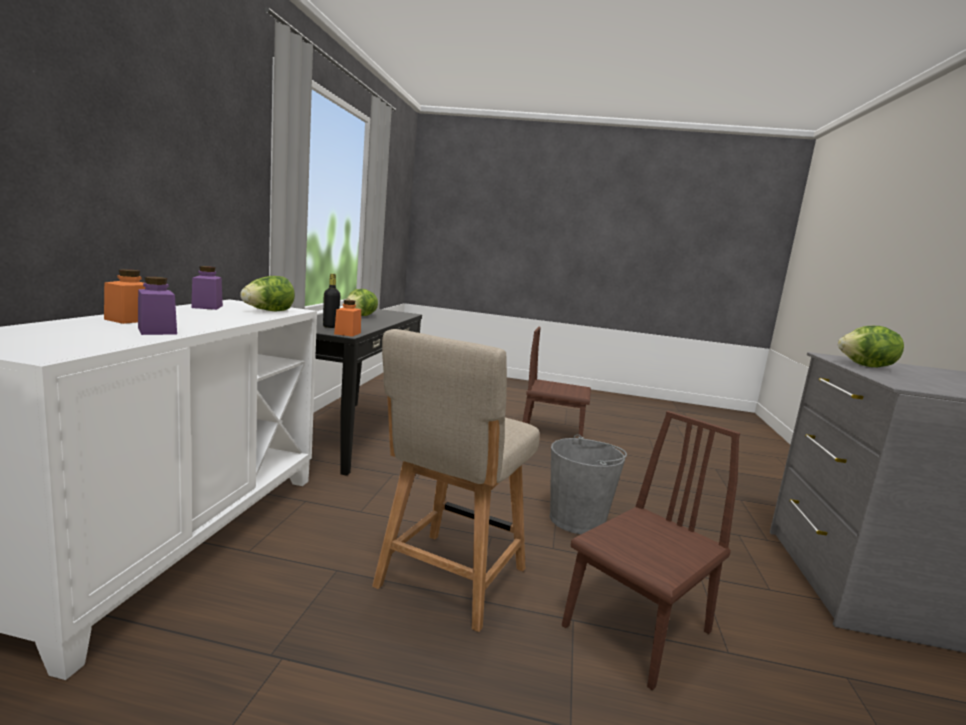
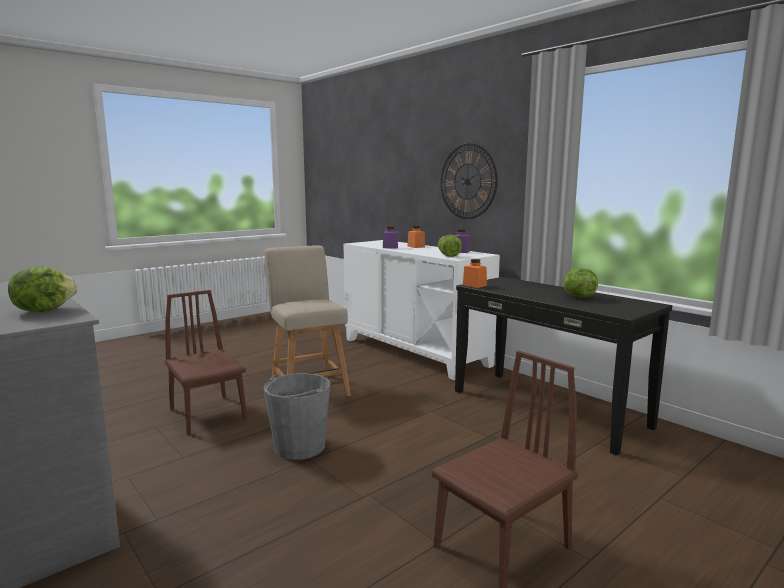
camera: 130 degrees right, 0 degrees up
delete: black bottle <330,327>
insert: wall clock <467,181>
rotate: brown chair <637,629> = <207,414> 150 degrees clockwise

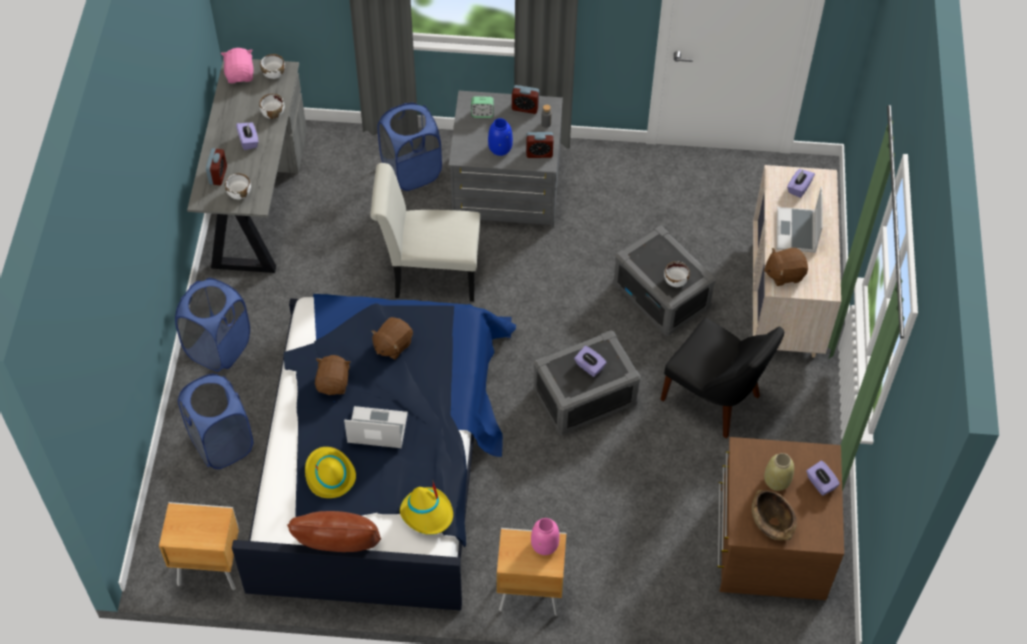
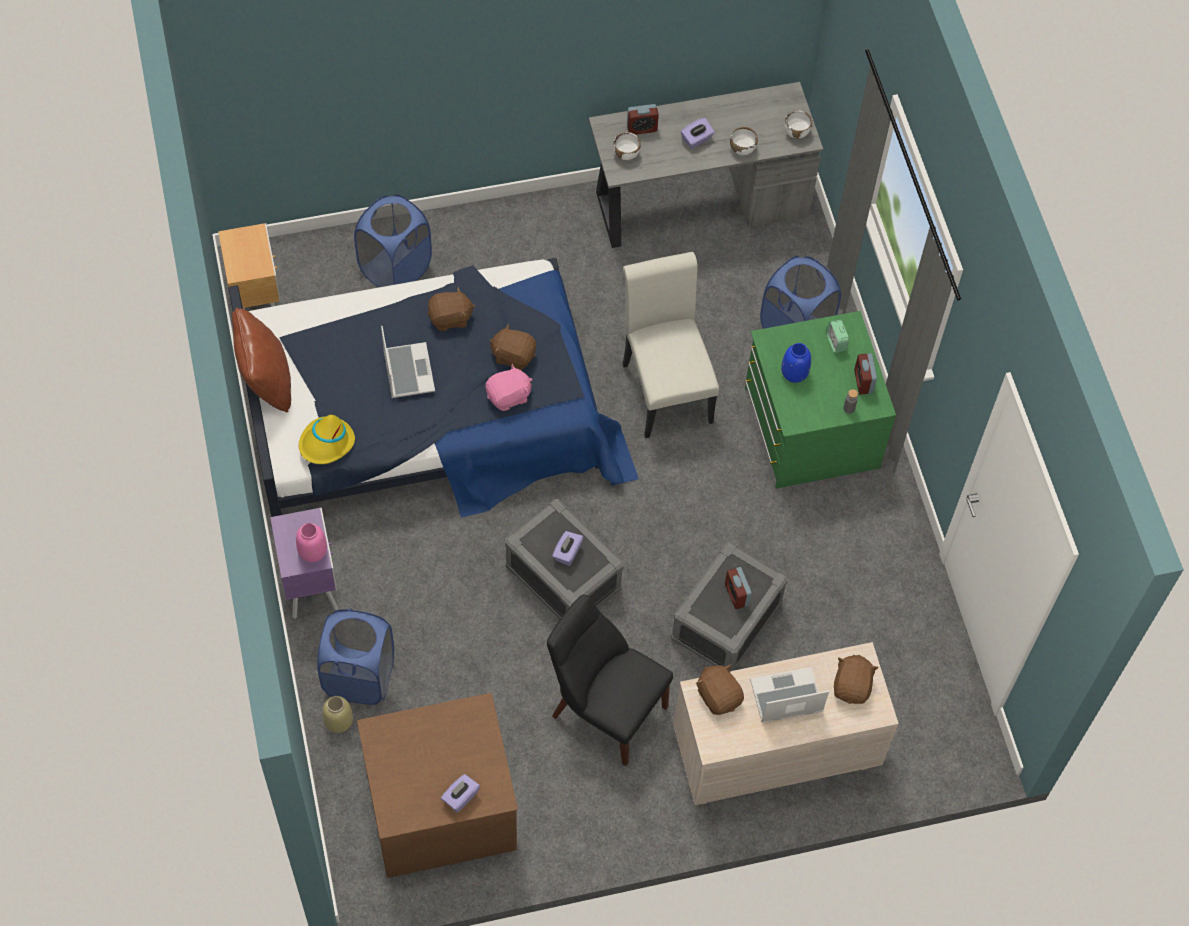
camera: 70 degrees right, 5 degrees up
delete: yellow hat <329,475>; white bowl <675,281>; brown bowl <772,521>
move: blue laundry basket <218,347> to <359,677>; pink plush toy <240,74> to <509,396>; alarm clock <539,153> to <736,595>; beige vase <777,481> to <339,722>
replace: purple tissue box <799,188> to brown plush toy <852,686>
recolor: grey dresser <506,190> to green dresser <809,428>; brown nightstand <528,593> to purple nightstand <311,585>
rotate: black chair <714,399> = <604,709> 105 degrees clockwise

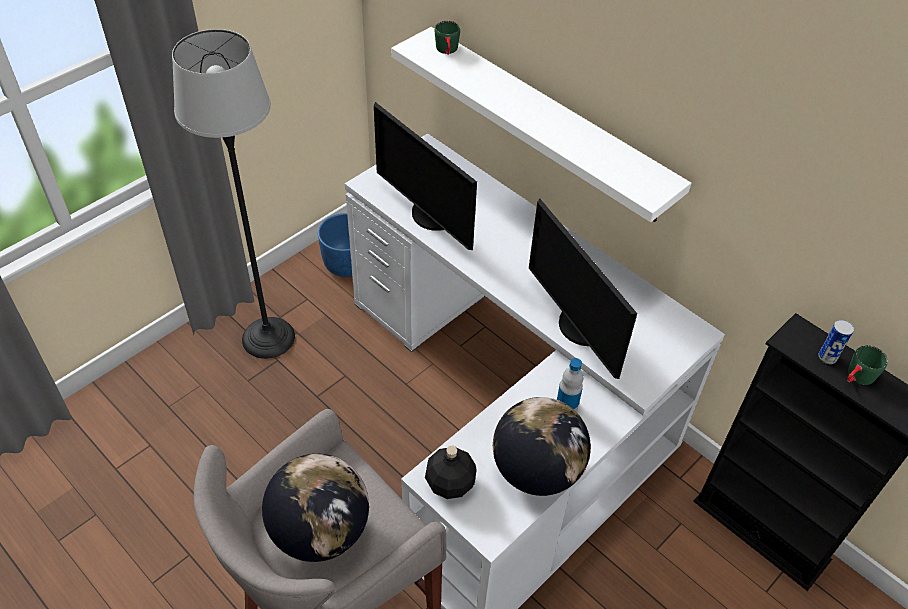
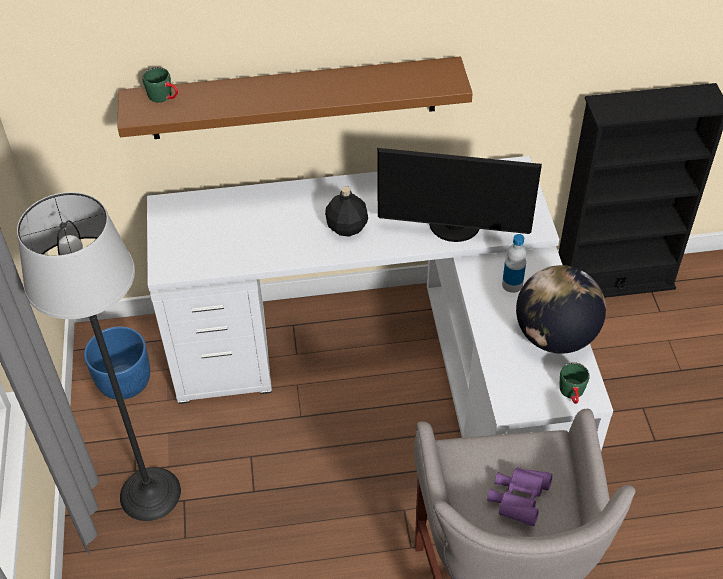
camera: 50 degrees left, 0 degrees up
delete: monitor <432,216>; can <827,357>
move: black bottle <449,483> to <346,227>; green mug <857,378> to <572,394>
replace: globe <320,531> to purple binoculars <518,500>
recolor: white shelf <547,124> to brown shelf <293,98>

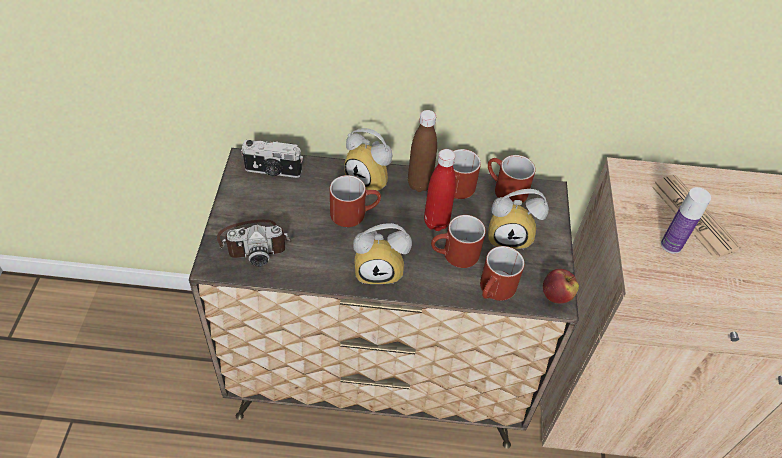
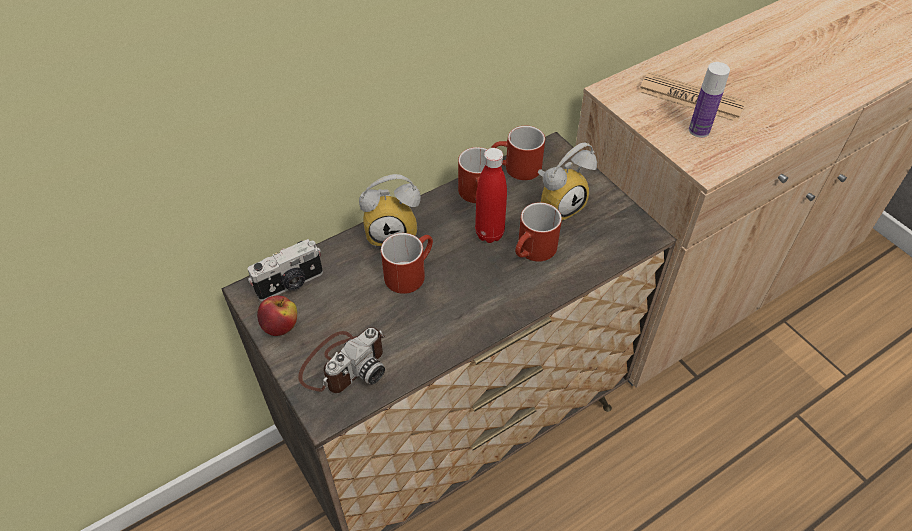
camera: 35 degrees left, 0 degrees up
delete: alarm clock <380,269>; brown bottle <419,184>; red mug <495,291>
move: apple <556,295> to <281,326>

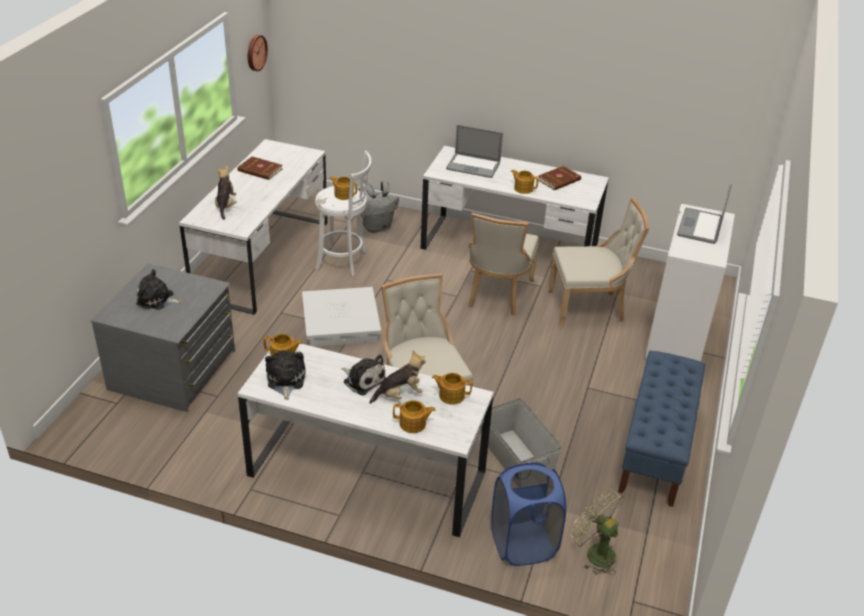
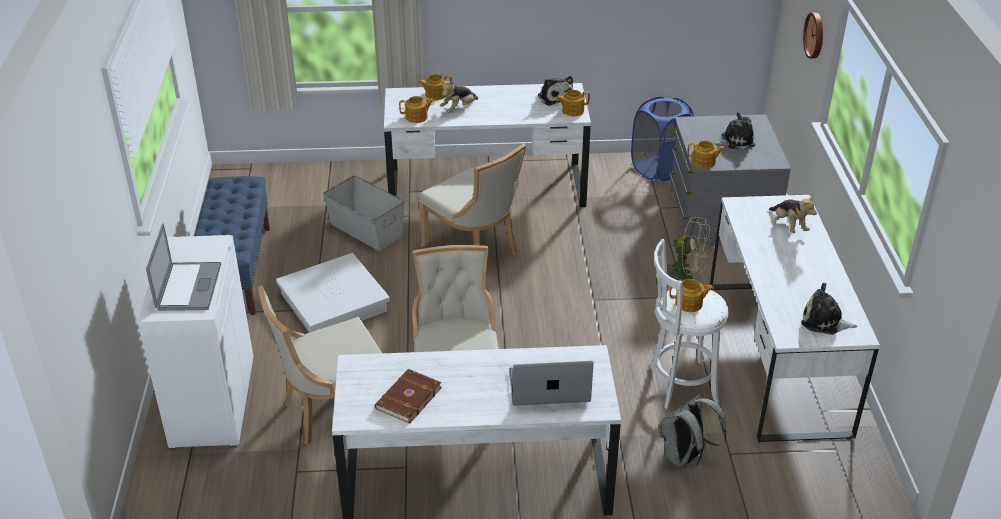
camera: 160 degrees right, 0 degrees up
delete: brown book <260,170>
move: wall clock <255,52> to <815,35>; white storage box <341,323> to <333,303>; plush toy <363,380> to <824,321>; blue laundry basket <523,544> to <659,169>; teapot <523,188> to <704,162>; green fan <594,552> to <686,277>

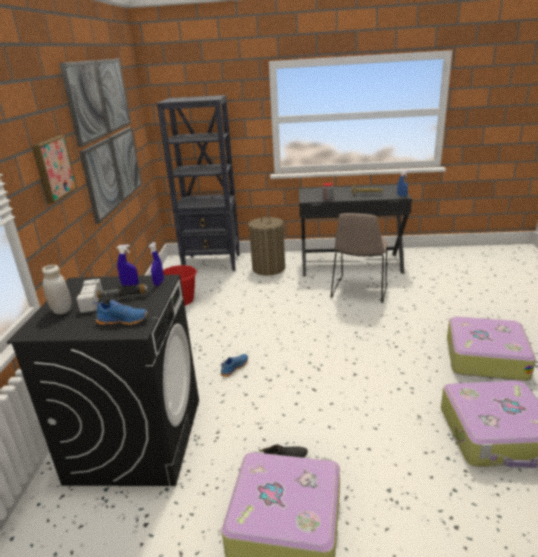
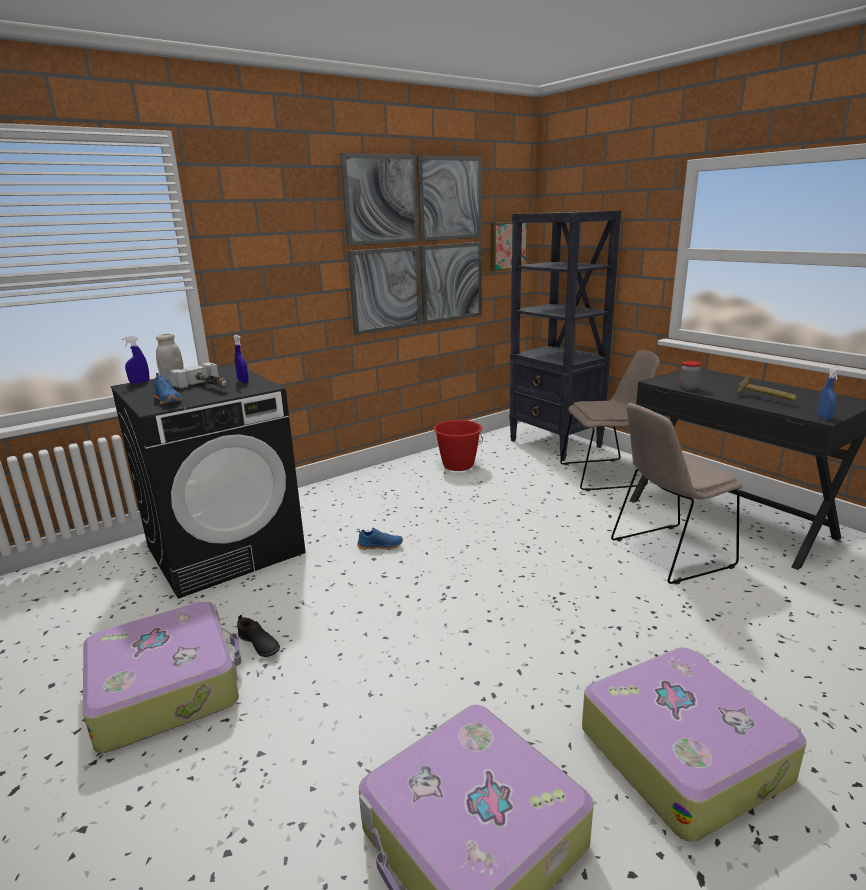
camera: 50 degrees right, 5 degrees down
move: picture <52,168> to <507,245>; blue spray bottle <159,283> to <139,382>
replace: laundry basket <268,268> to beige chair <605,474>

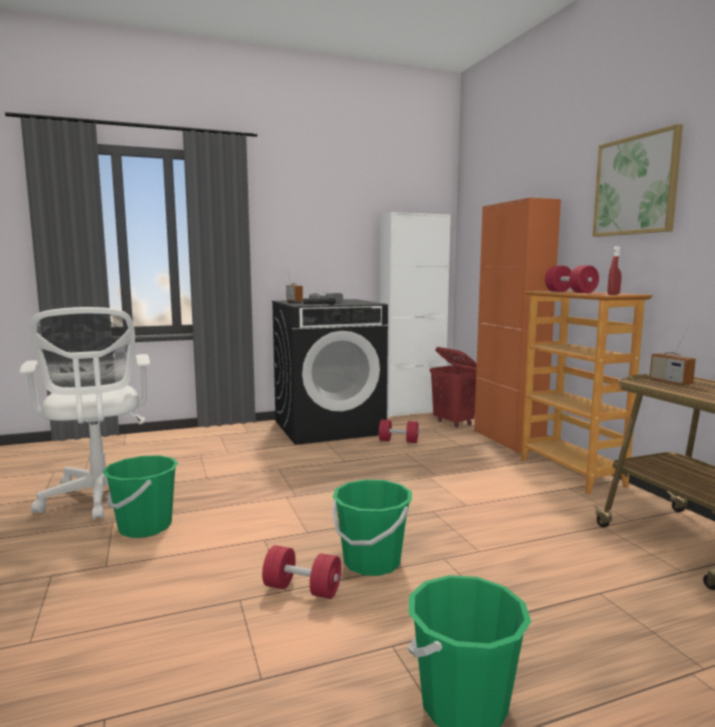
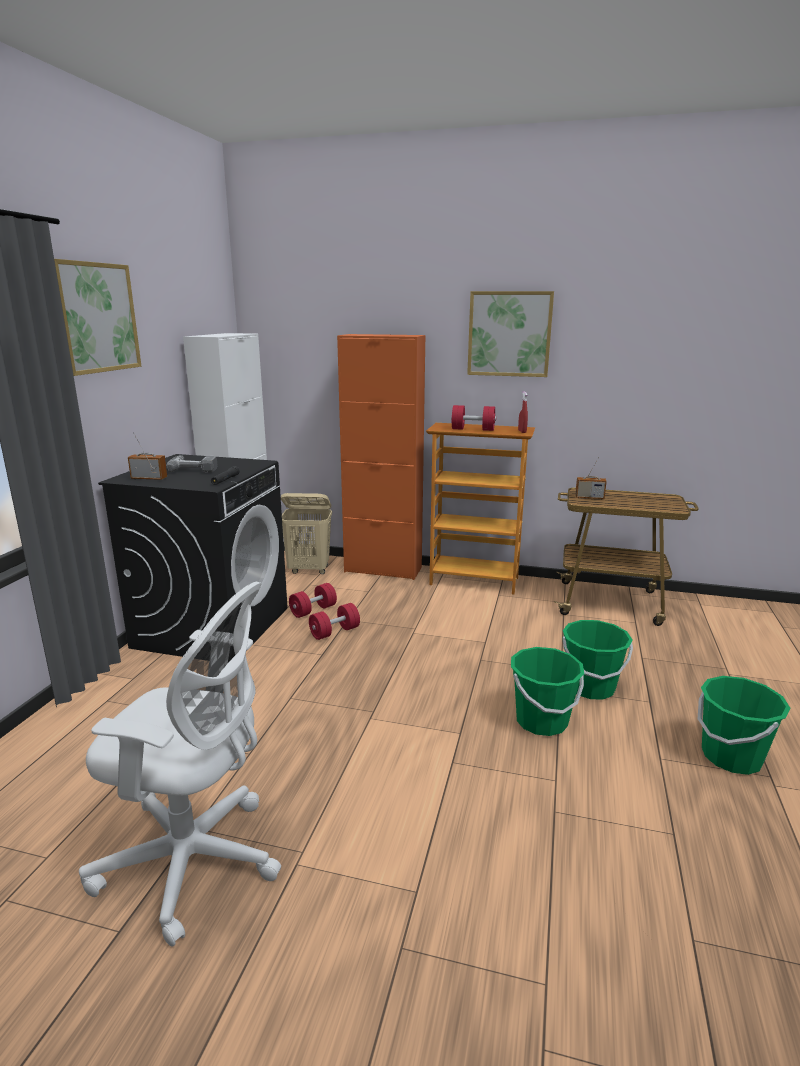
camera: 55 degrees left, 10 degrees up
insert: picture <95,318>
move: green bucket <145,527> to <590,687>; red dumbbell <302,589> to <334,632>
recolor: red laundry basket <453,423> to beige laundry basket <309,570>

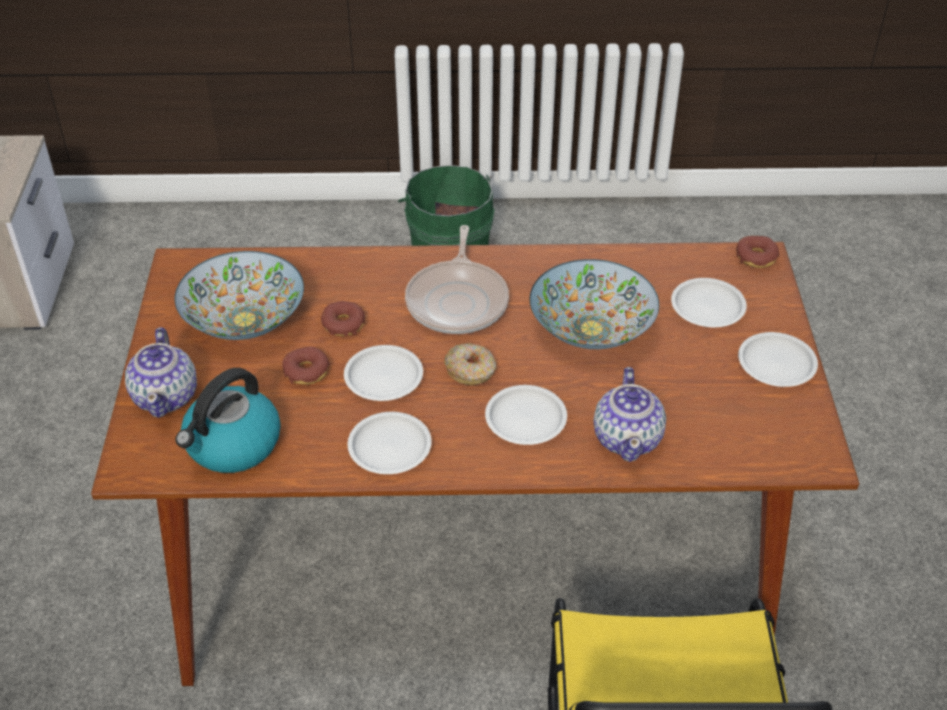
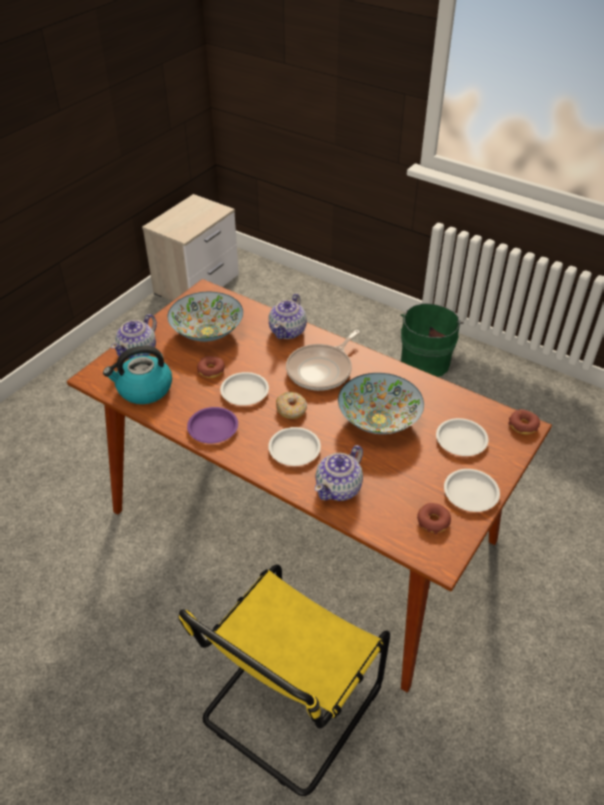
camera: 35 degrees right, 0 degrees up
insert: teapot <288,331>
move: donut <343,324> to <433,521>
recolor: white plate <390,448> to purple plate <213,428>

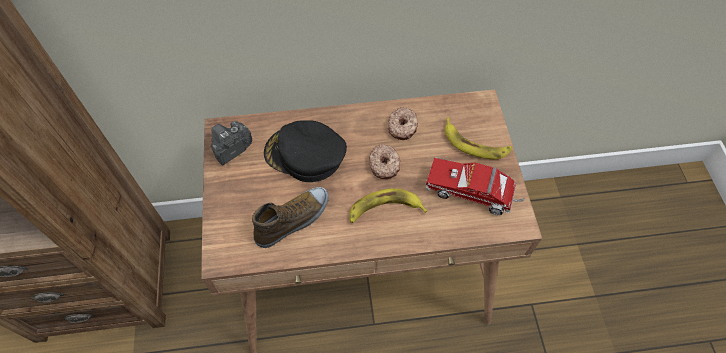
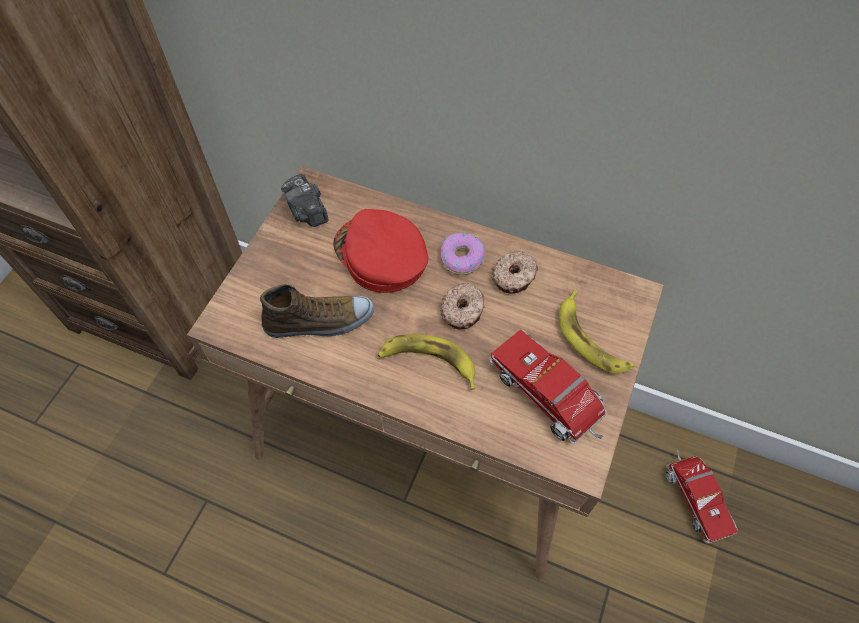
camera: 30 degrees right, 0 degrees up
insert: donut <461,257>; toy truck <694,497>
recolor: black cap <305,155> to red cap <380,255>
rotate: photo camera <231,149> = <307,212> 105 degrees counterclockwise

